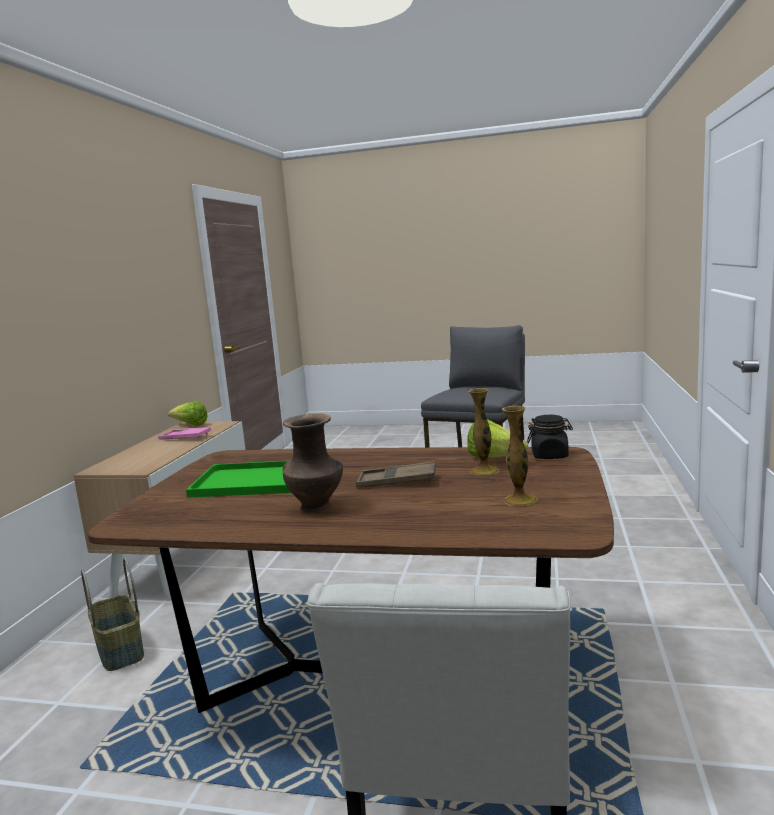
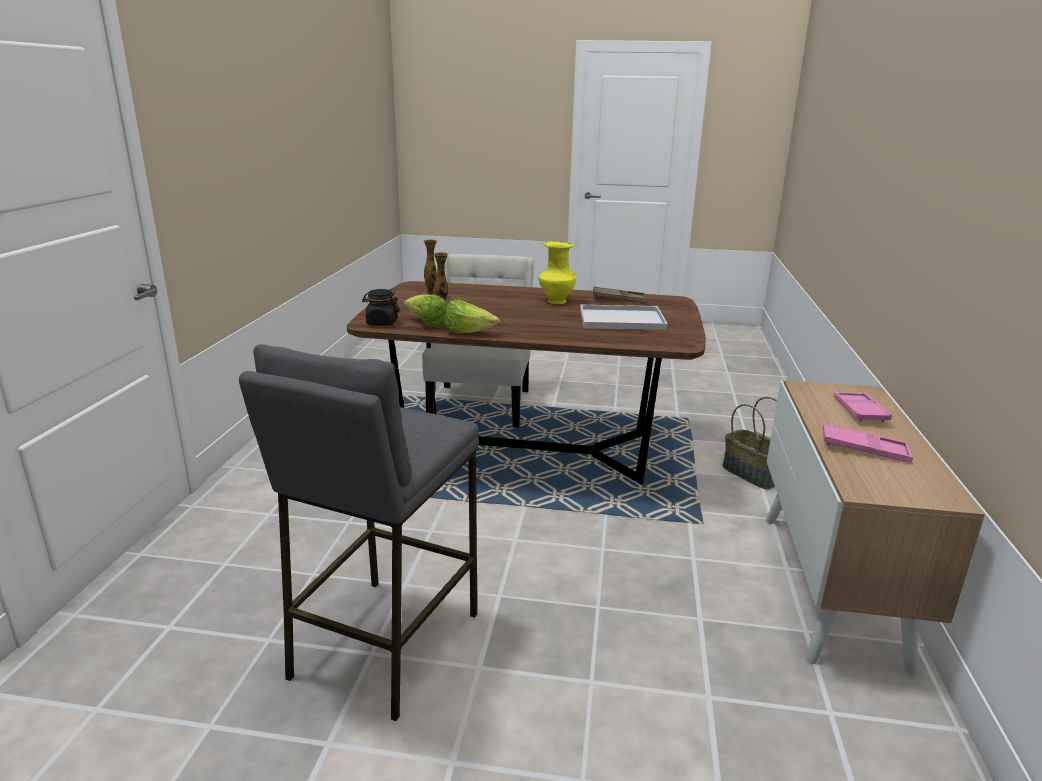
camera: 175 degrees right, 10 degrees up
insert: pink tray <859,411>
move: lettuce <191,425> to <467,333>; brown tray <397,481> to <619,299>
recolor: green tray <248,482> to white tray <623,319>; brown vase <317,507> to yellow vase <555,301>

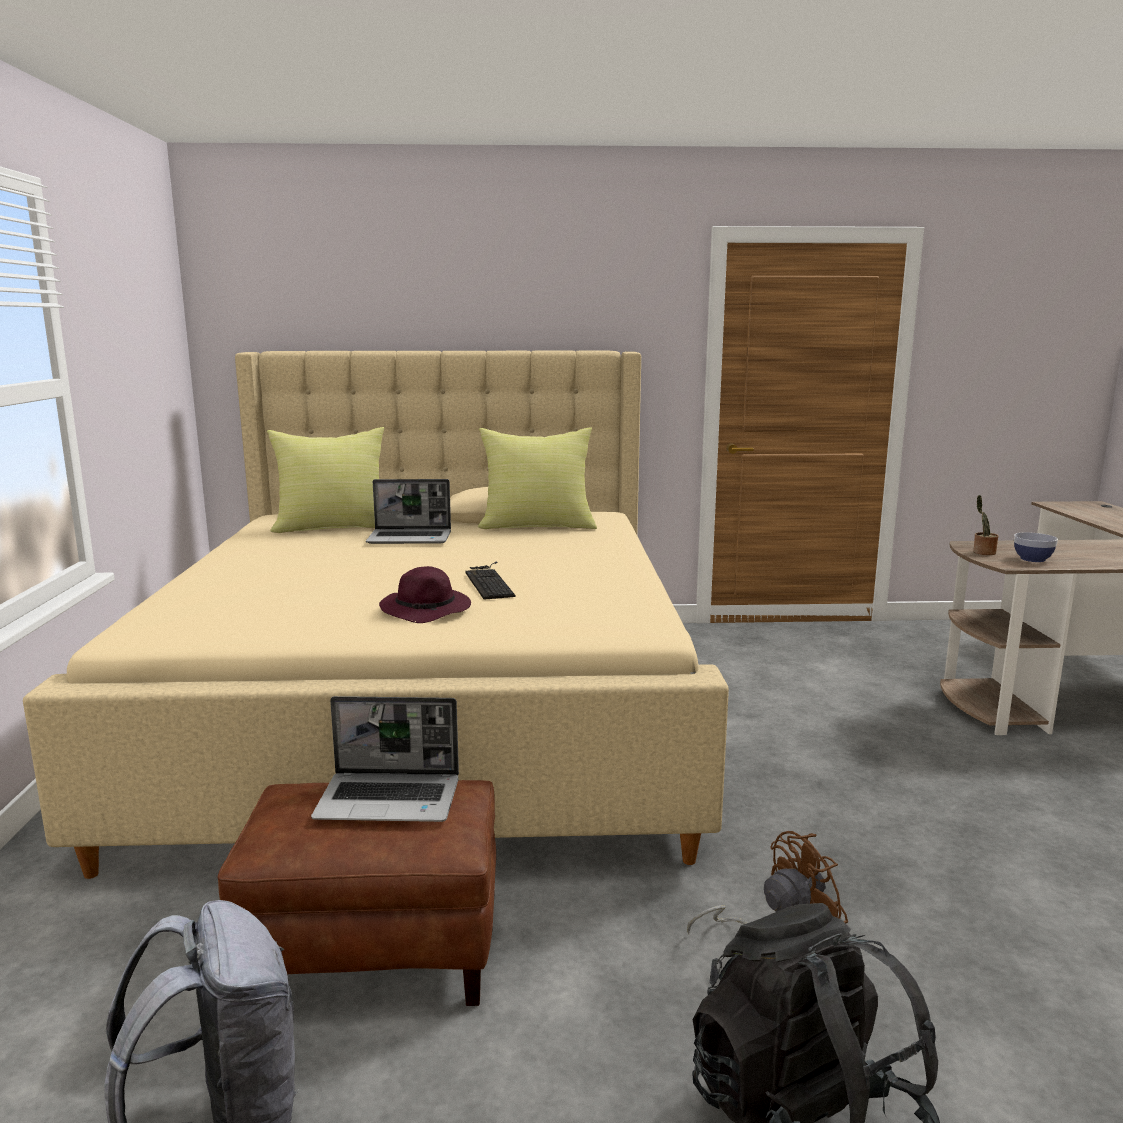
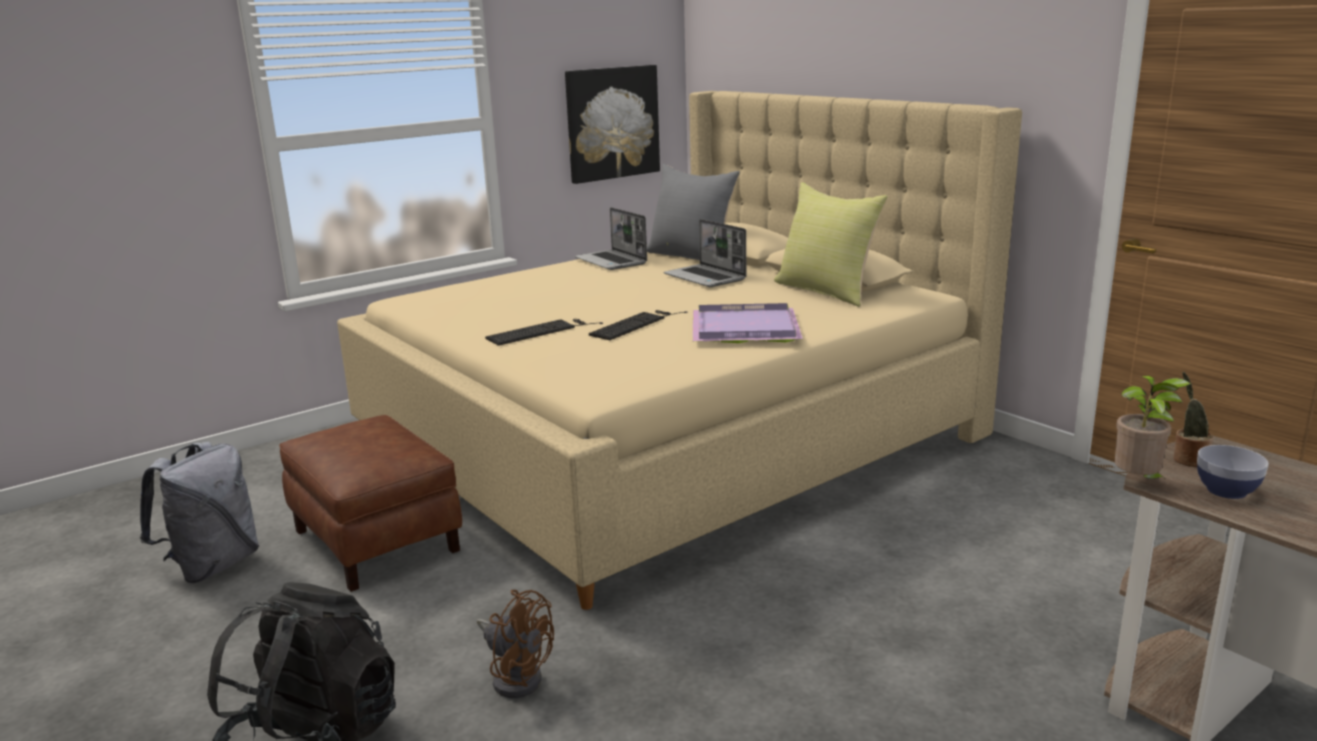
camera: 55 degrees right, 5 degrees up
insert: picture <612,123>; purple tray <742,328>; potted plant <1139,482>
move: laptop <391,799> to <612,261>
replace: purple hat <427,610> to keyboard <541,331>
recolor: yellow pillow <333,527> to grey pillow <692,256>

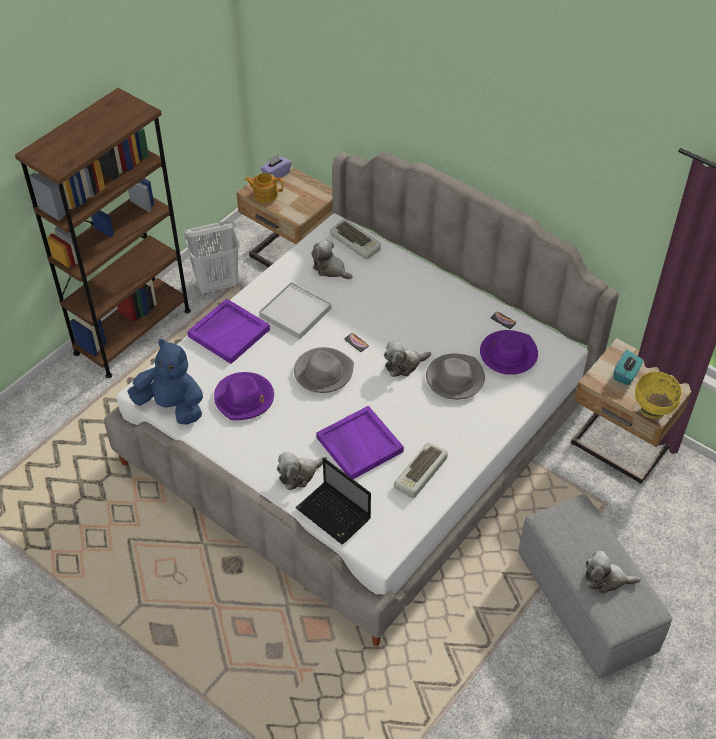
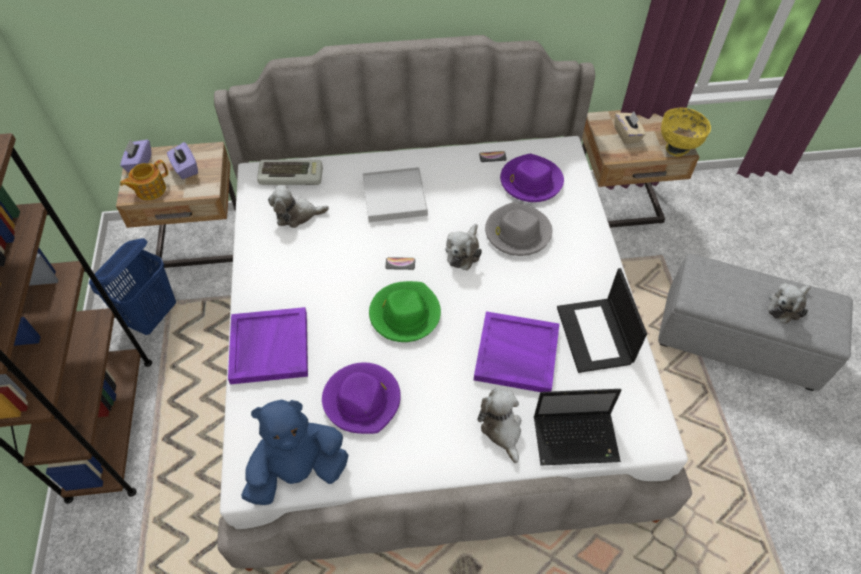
camera: 45 degrees left, 5 degrees up
insert: purple tissue box <185,168>
move: white tray <295,312> to <394,197>
replace: keyboard <421,474> to laptop <595,336>
recolor: white laundry basket <218,284> to blue laundry basket <152,315>; grey hat <323,372> to green hat <404,313>; turquoise tissue box <626,374> to beige tissue box <627,135>
rotate: plush toy <299,474> = <502,429> 150 degrees clockwise

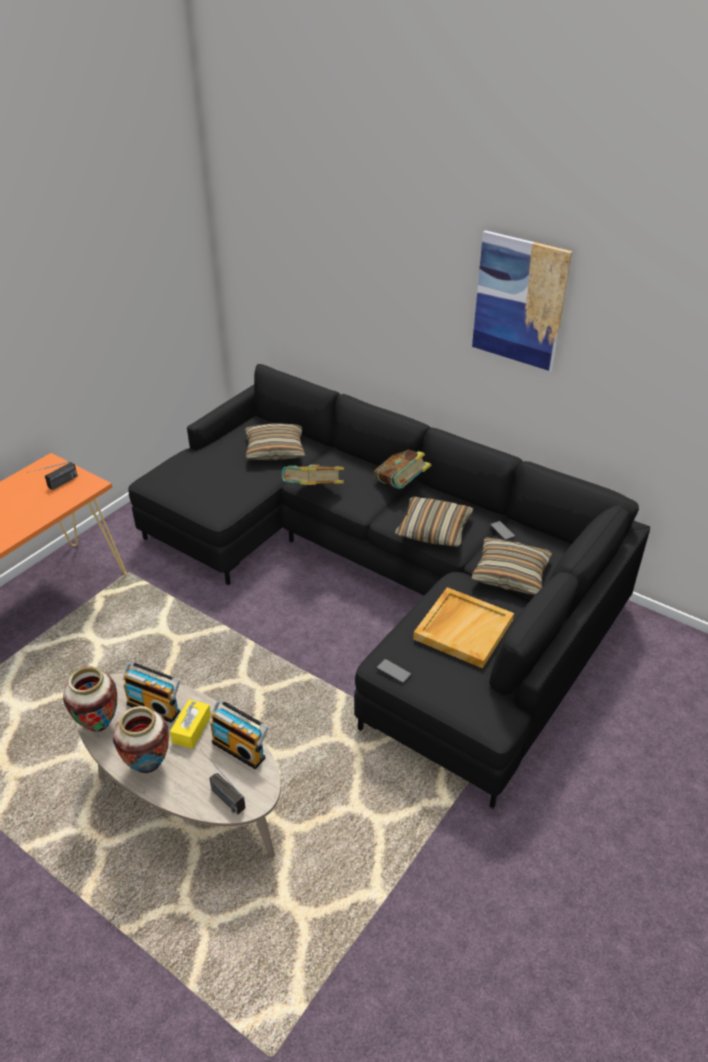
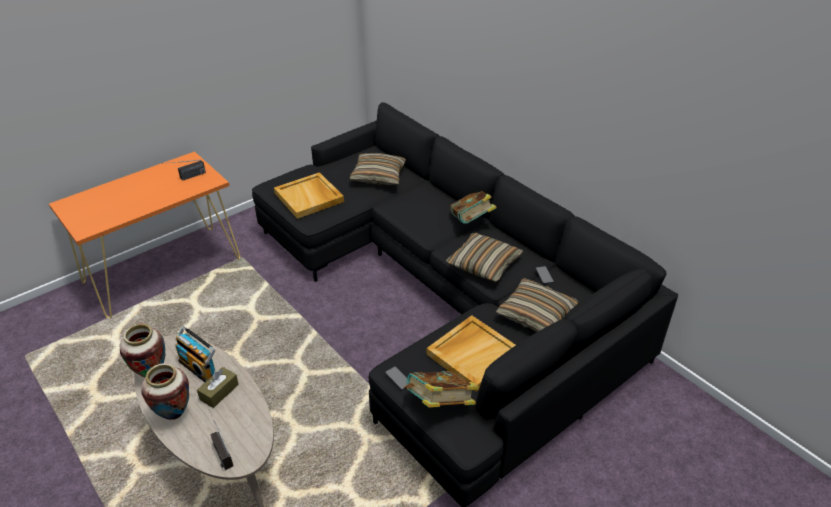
camera: 15 degrees right, 0 degrees up
delete: radio <240,748>; picture <520,301>
insert: beige tray <309,197>
move: book <312,492> to <440,404>
recolor: yellow tissue box <191,729> to brown tissue box <219,392>

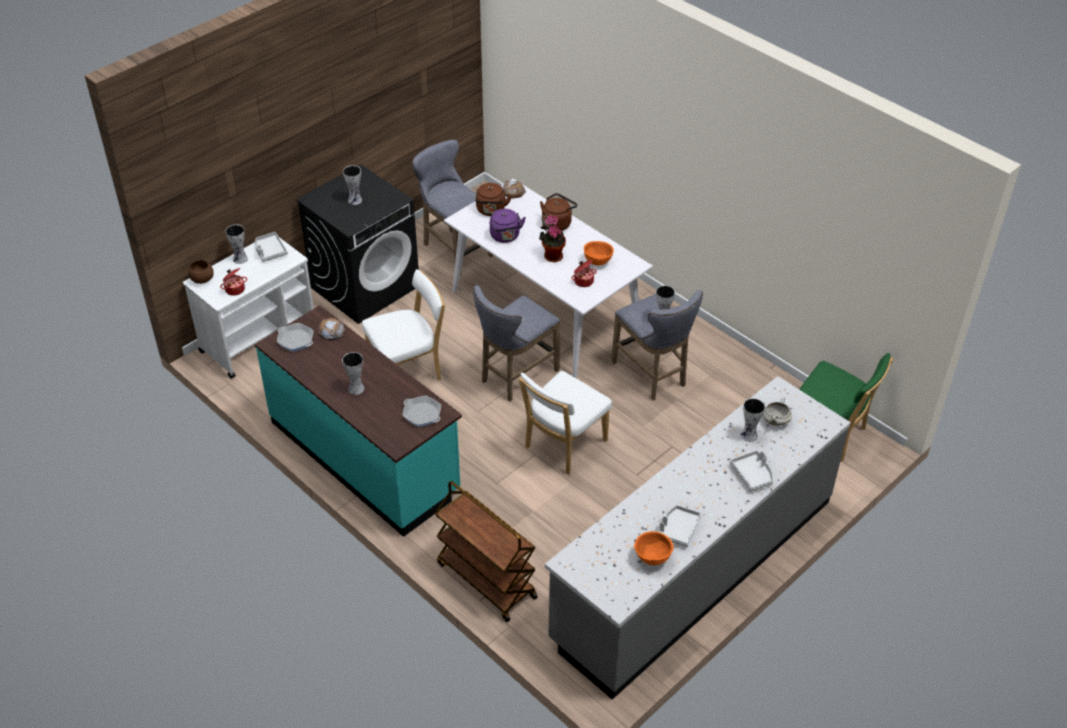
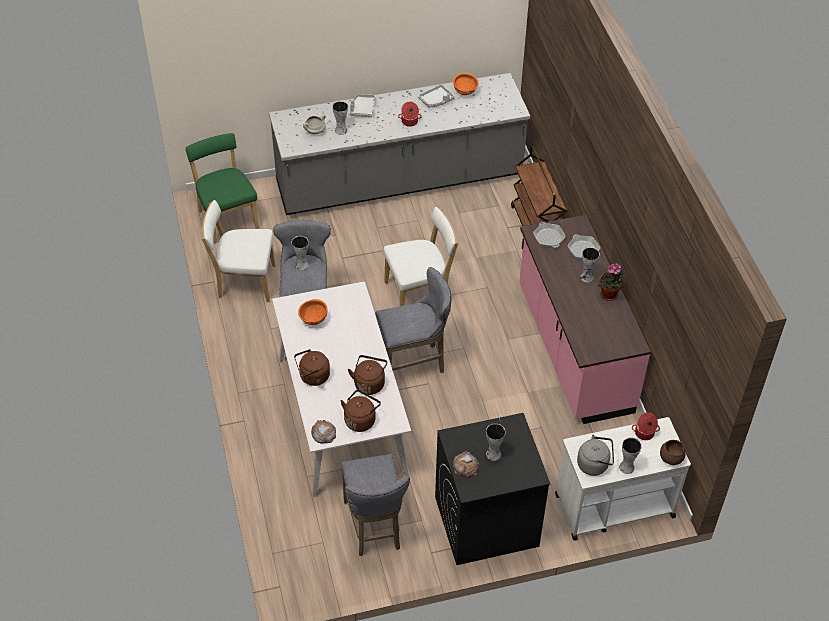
camera: 150 degrees left, 5 degrees up
move: frying pan <295,340> to <583,250>; bread <331,331> to <465,466>; white chair <408,371> to <243,281>; potted plant <552,255> to <609,295>; cooking pot <583,281> to <409,122>
replace: grey tray <270,251> to grey kettle <594,464>
recolor: turquoise counter <365,456> to pink counter <573,350>; purple kettle <505,237> to brown kettle <369,383>

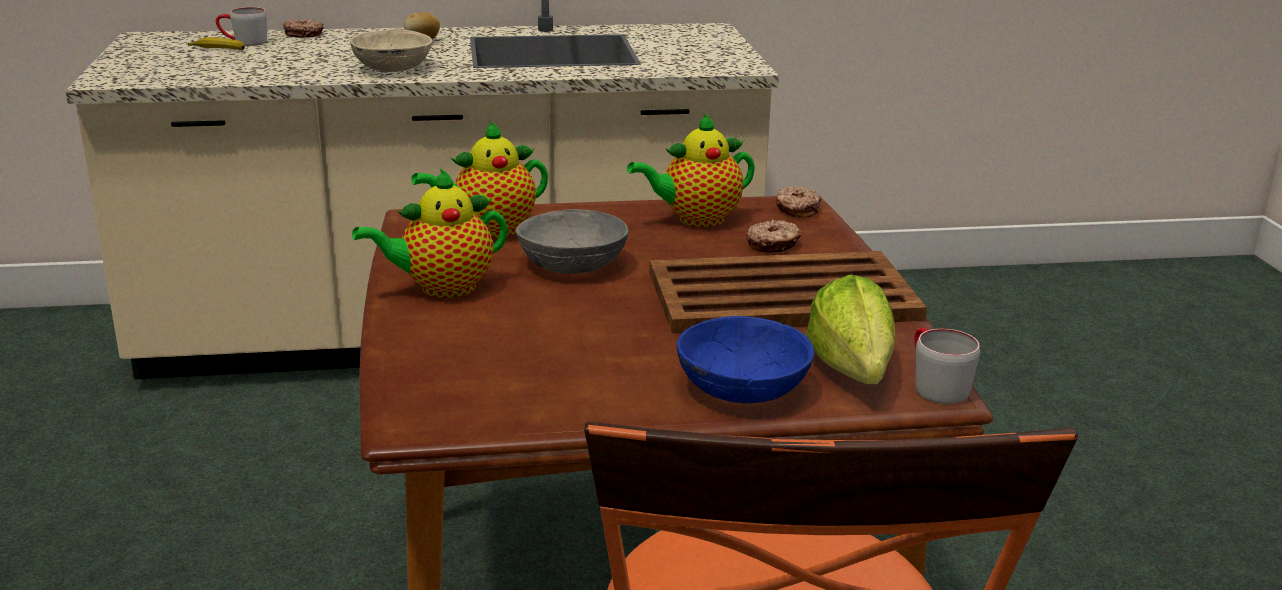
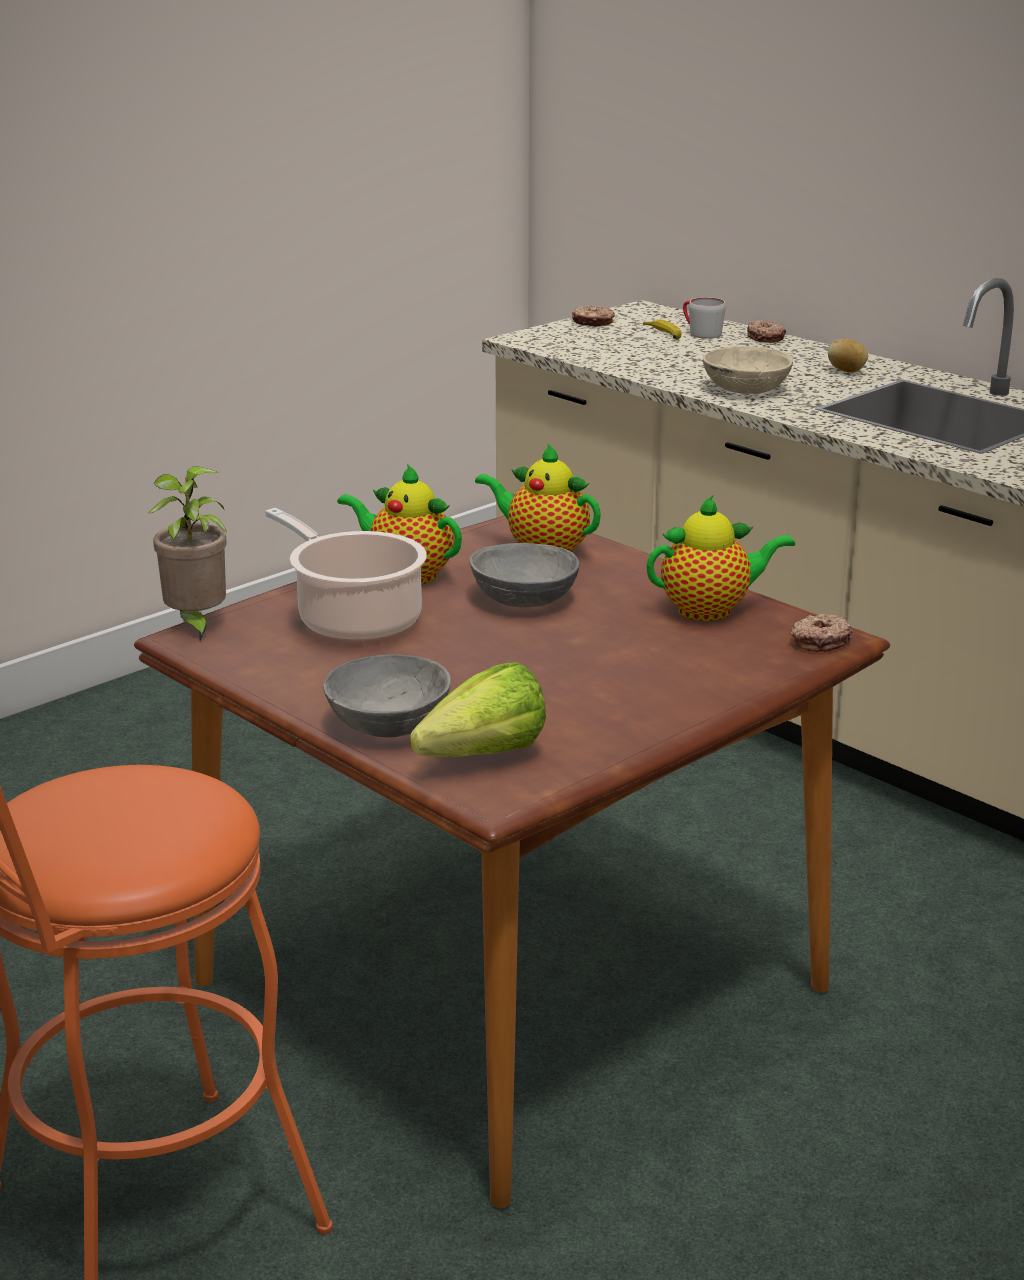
camera: 55 degrees right, 0 degrees up
delete: brown tray <779,295>; grey mug <934,385>
insert: potted plant <196,625>; cooking pot <354,619>
move: donut <773,245> to <592,323>
recolor: blue bowl <741,388> to grey bowl <390,723>
rotate: teapot <696,219> = <711,610> 135 degrees clockwise

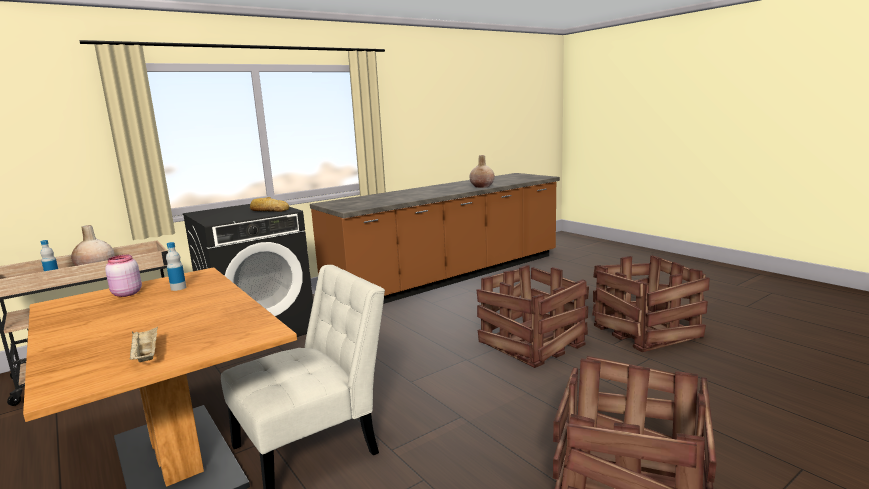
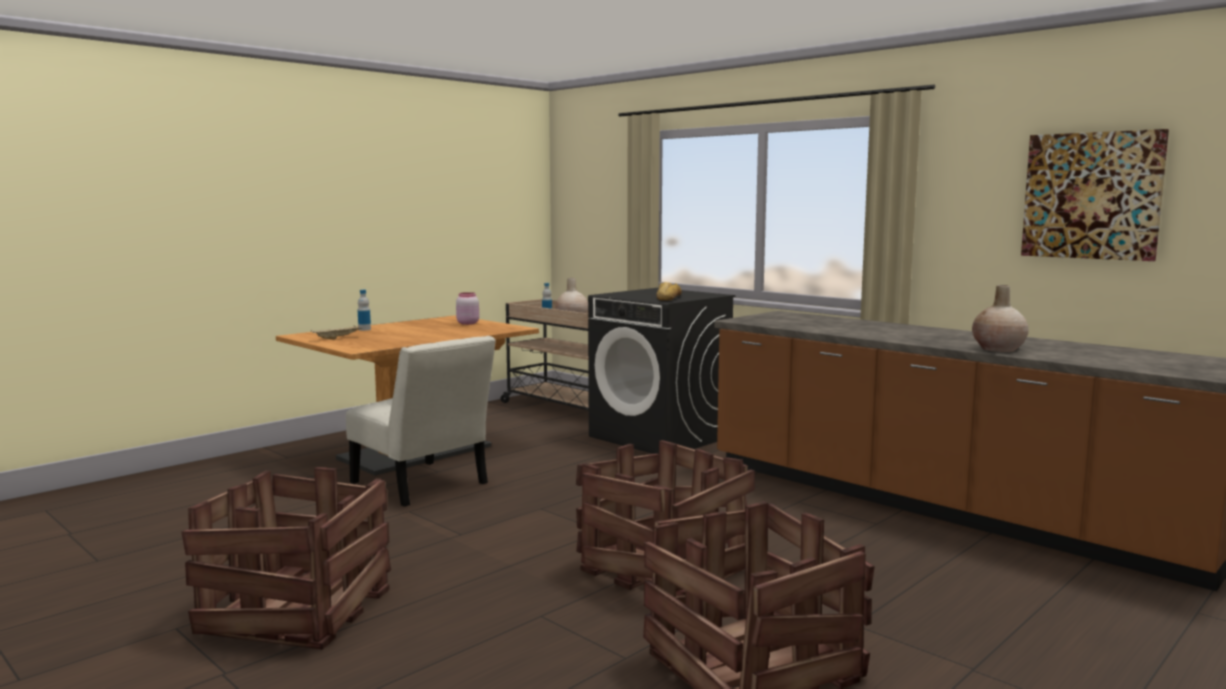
camera: 80 degrees right, 5 degrees down
insert: picture <1092,196>
move: bottle <178,288> to <364,329>

